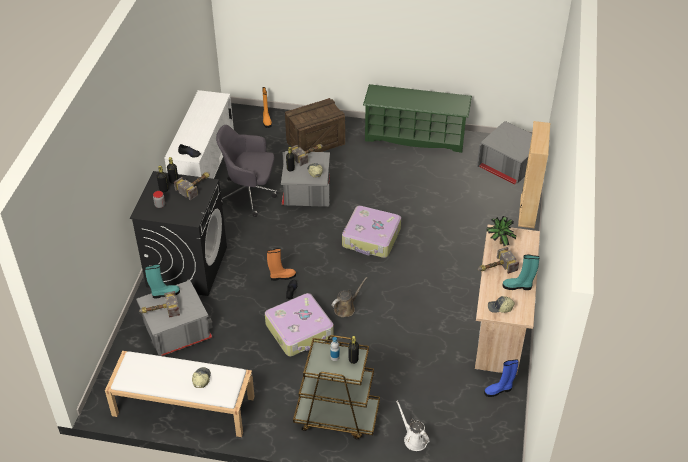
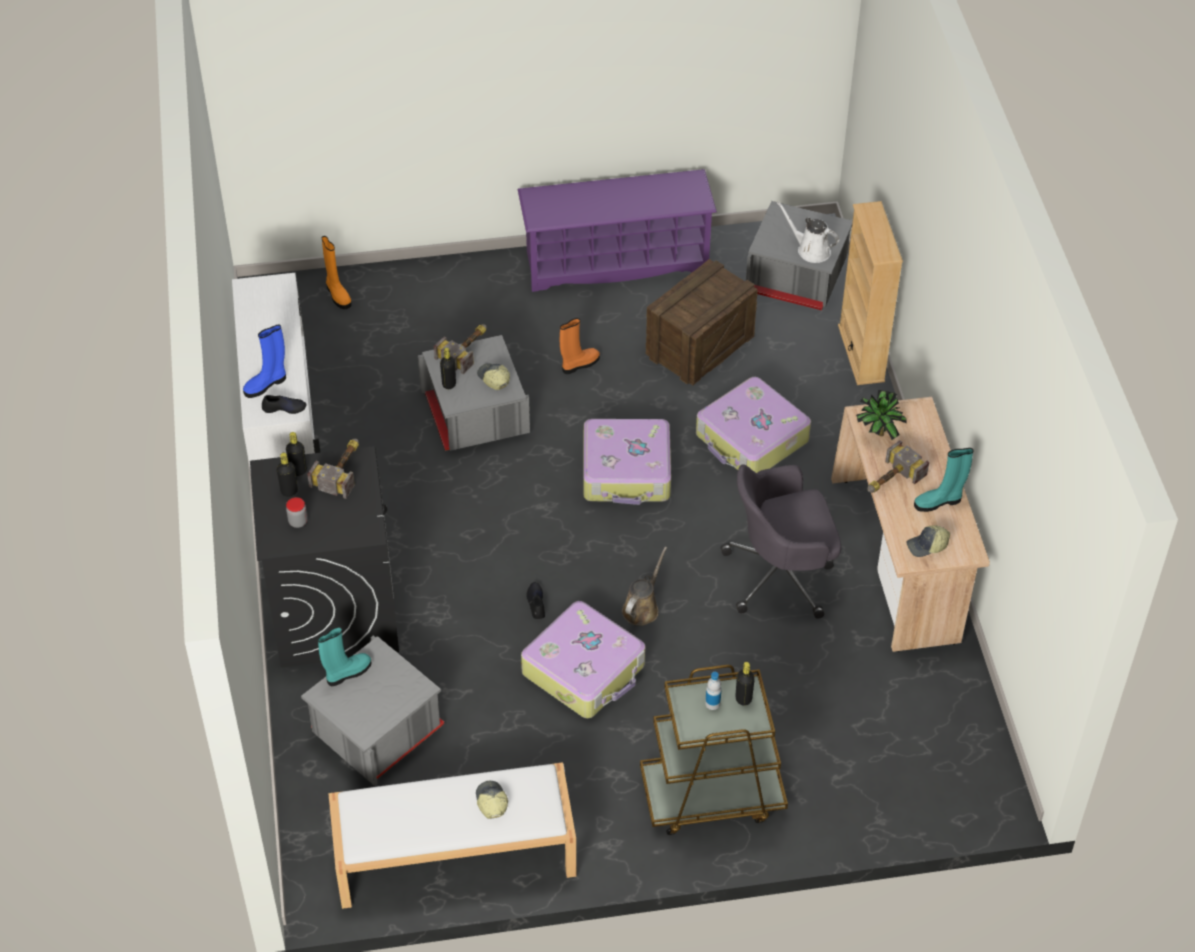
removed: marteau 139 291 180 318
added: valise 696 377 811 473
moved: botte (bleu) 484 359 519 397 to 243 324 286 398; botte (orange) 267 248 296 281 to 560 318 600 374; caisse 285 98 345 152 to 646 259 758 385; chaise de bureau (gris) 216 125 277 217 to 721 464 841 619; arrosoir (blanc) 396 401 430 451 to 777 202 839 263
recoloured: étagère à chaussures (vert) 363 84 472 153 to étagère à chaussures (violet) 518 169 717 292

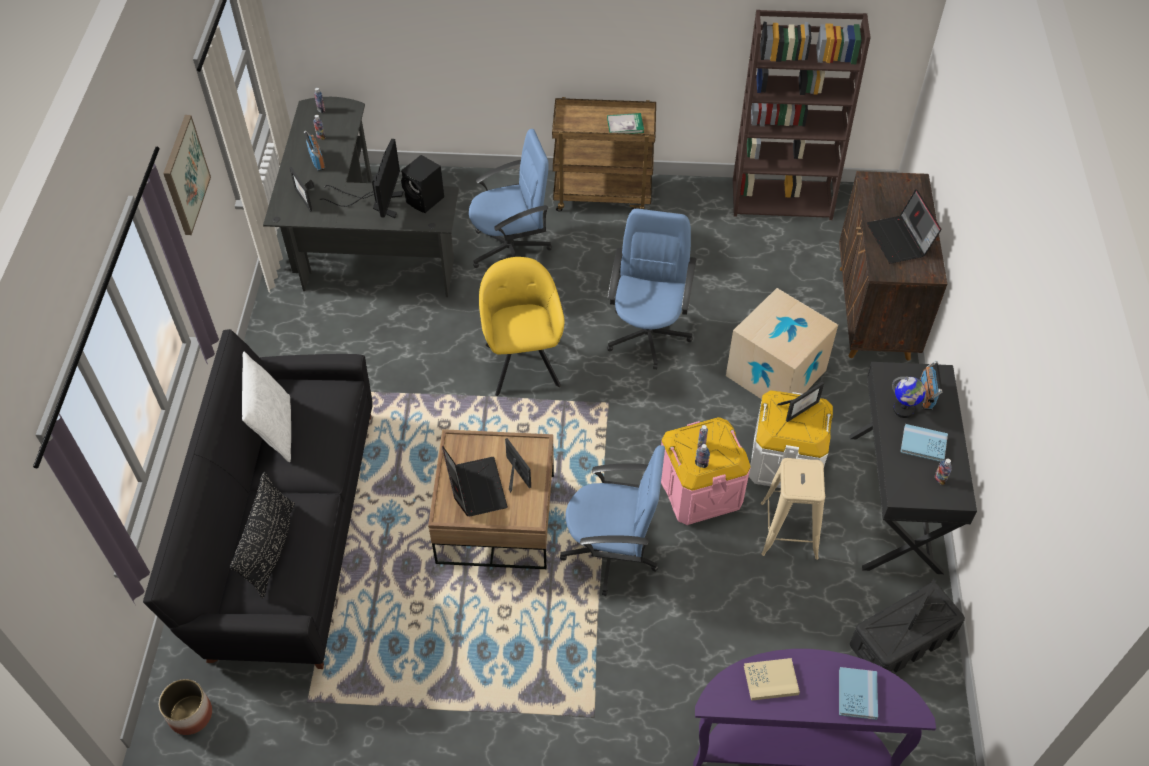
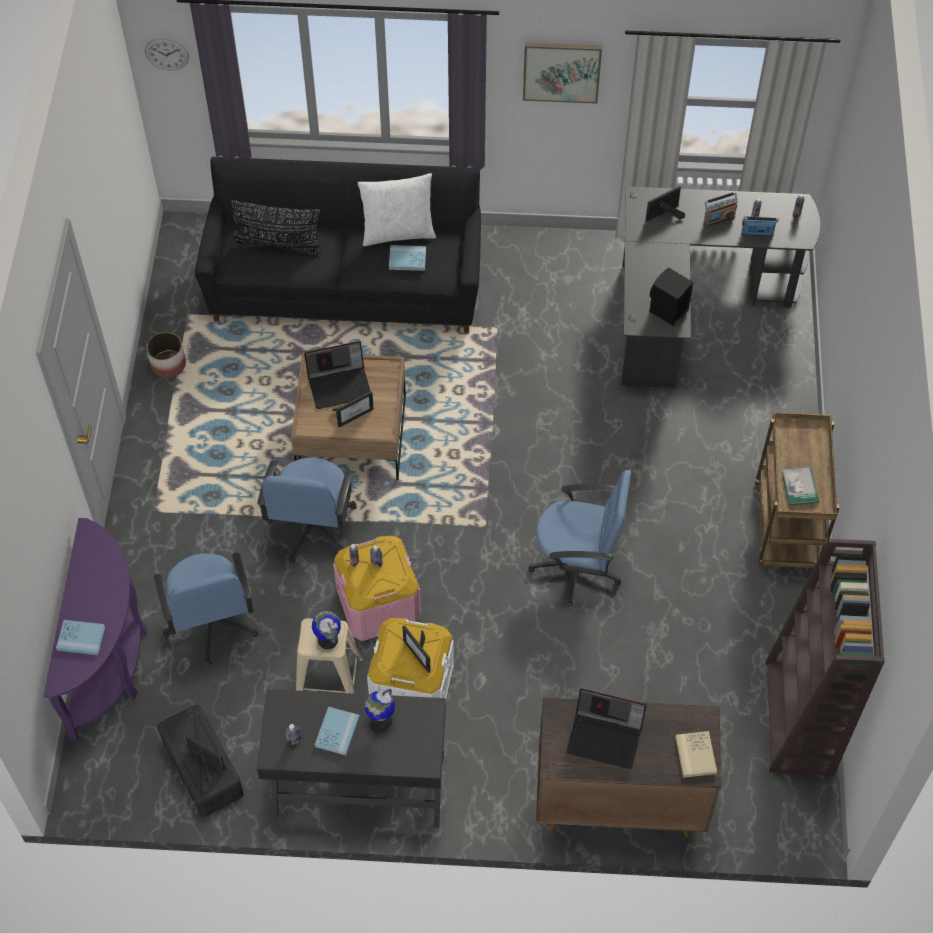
removed: écran d'ordinateur 319 139 404 218; fauteuil (jaune) 479 257 564 396; carton 726 288 838 399
added: horloge murale 145 38 189 71; globe 312 611 341 649; livre (bleu) 389 245 426 271
moved: cache-pot 159 679 212 735 to 146 332 186 378; chaise de bureau (bleu) 469 129 552 268 to 154 553 258 666; livre (beige) 744 658 800 701 to 675 731 717 778; radio 920 361 943 410 to 742 216 779 237
turned: ordinateur portable 867 189 941 264 = 566 688 646 769 150 degrees counterclockwise

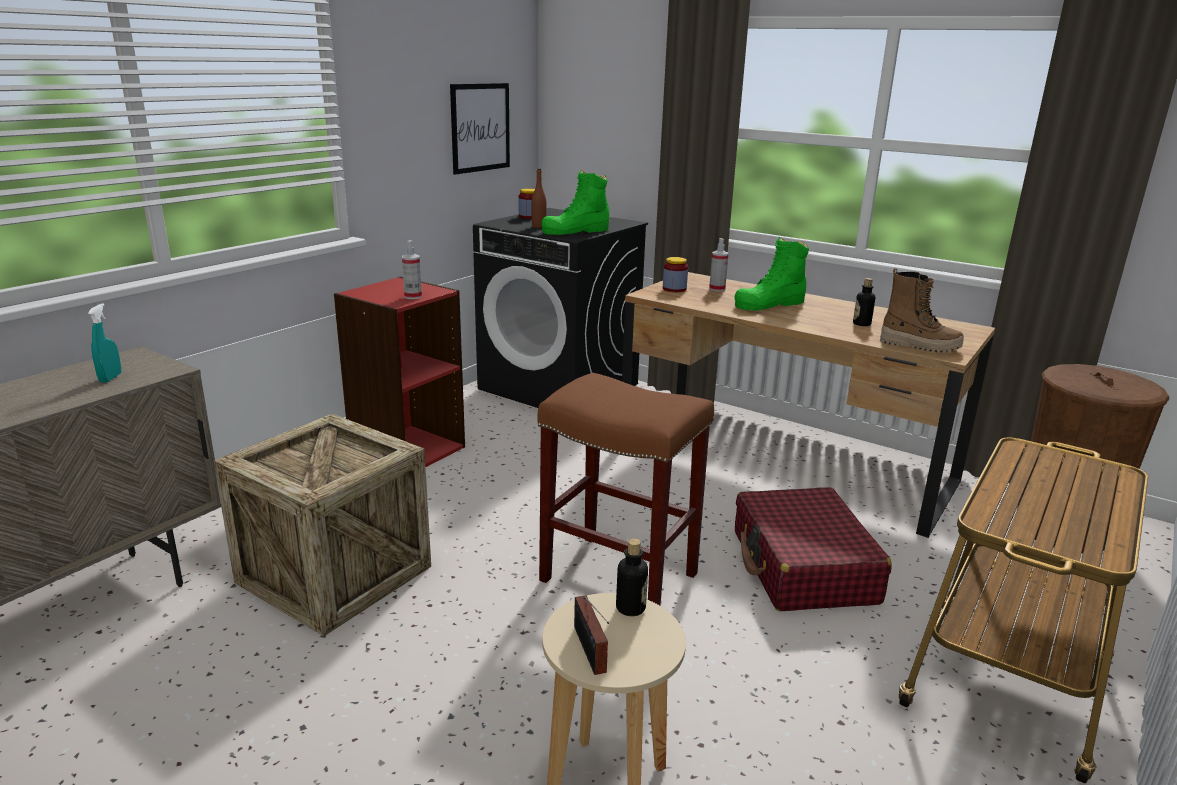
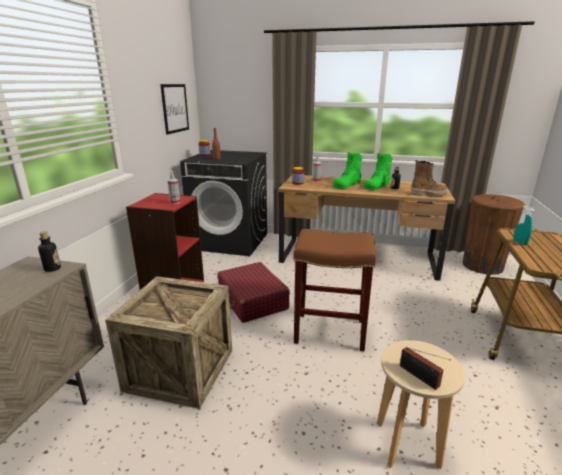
moved: bouteille 616 538 648 616 to 38 231 61 272; valise (rouge) 735 487 892 611 to 217 262 290 323; botte (vert) 541 171 610 235 to 364 153 392 190; vaporisateur (turquoise) 88 303 121 383 to 513 206 534 245

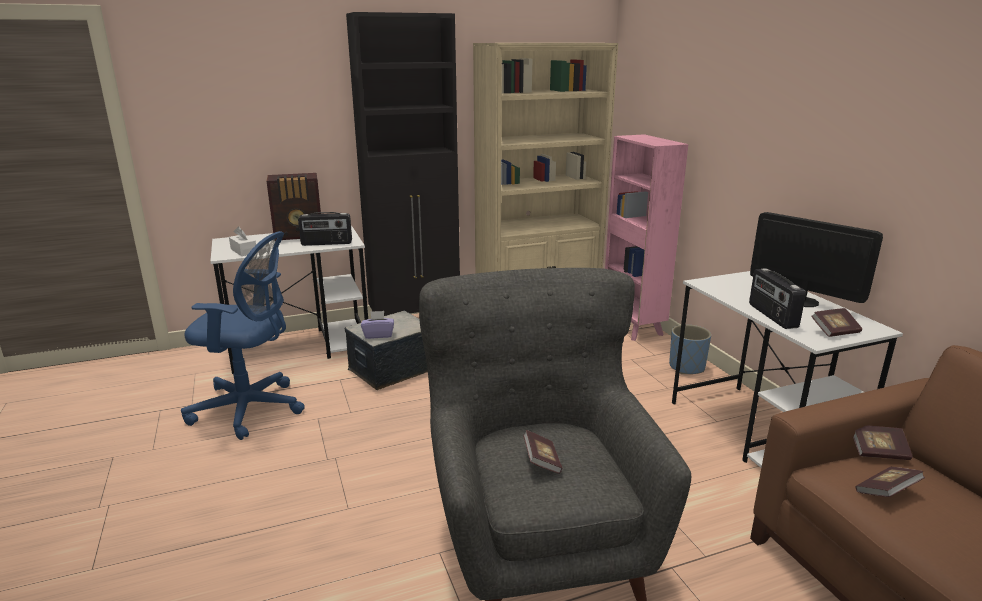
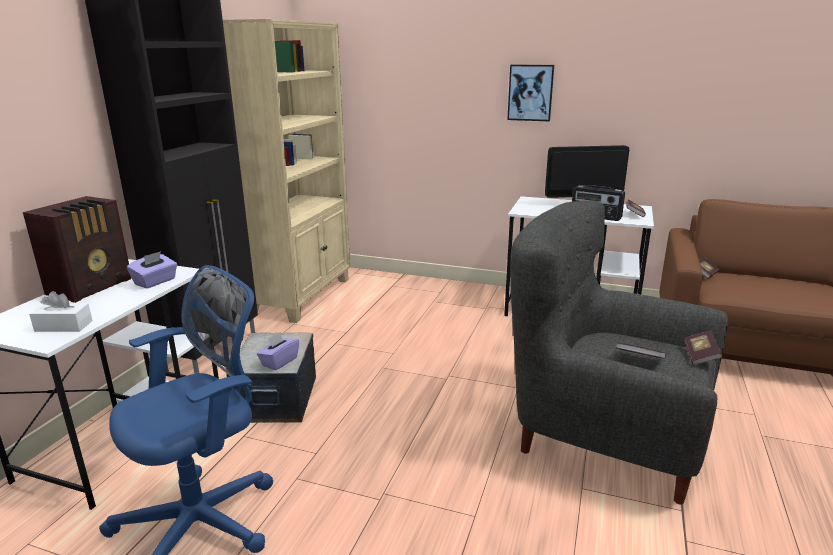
removed: bibliothèque (rose) 605 134 688 341; cache-pot (bleu) 669 325 711 374
added: tableau 507 65 554 121
moved: livre 856 467 925 497 to 684 331 722 365
replaced: radio 298 212 352 246 to boîte à mouchoirs (violet) 127 251 177 289

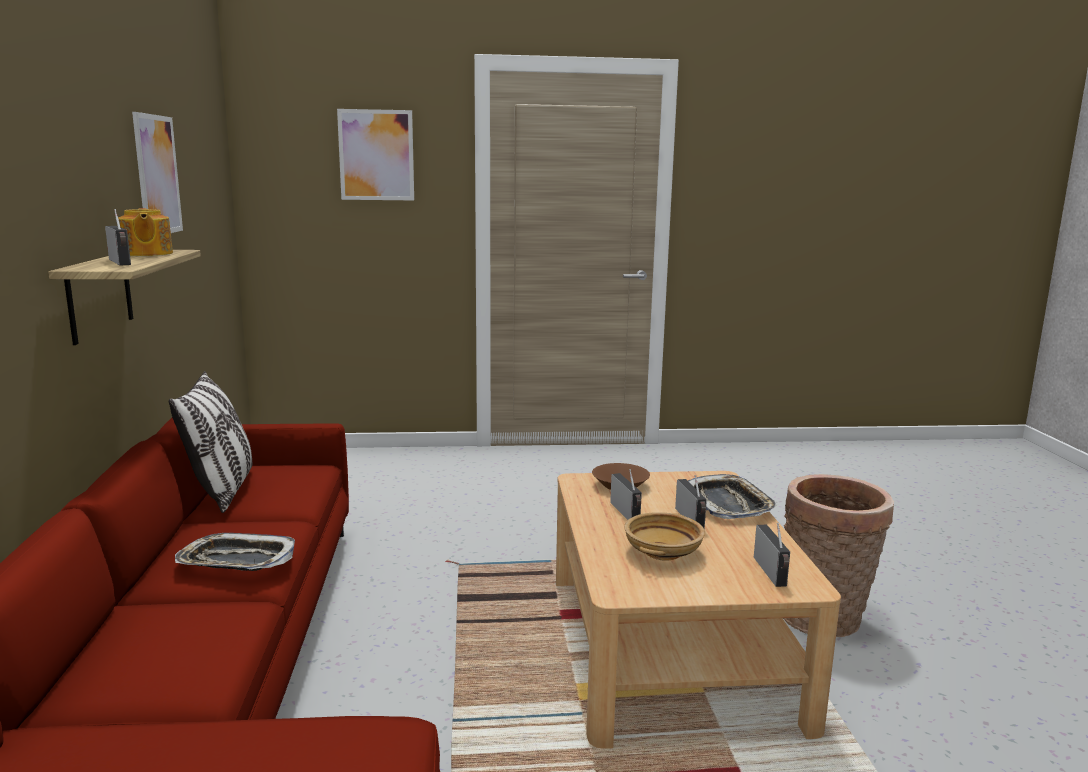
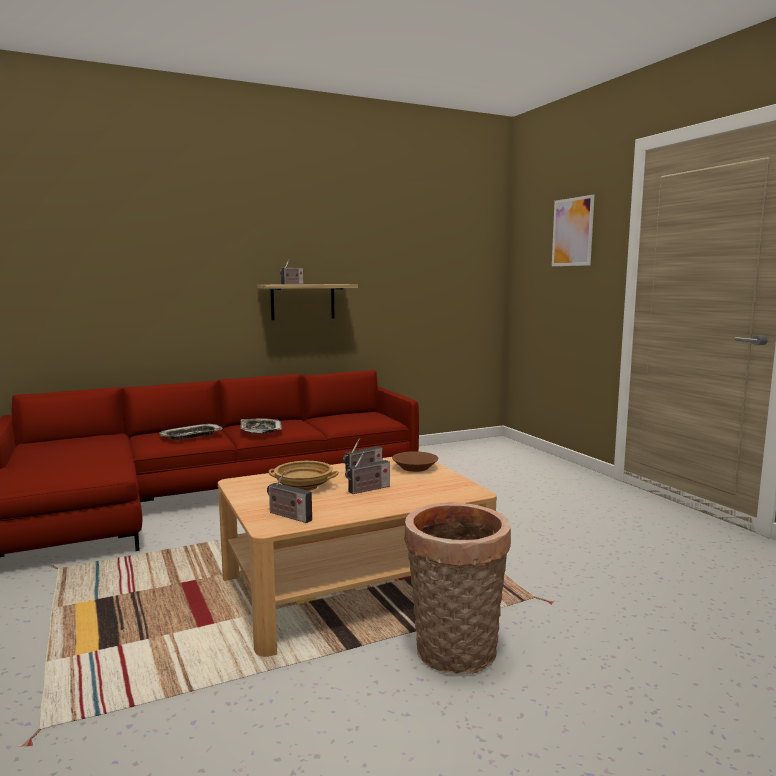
removed: théière 118 208 173 256; tableau 132 112 183 233; coussin 169 371 252 513
moved: plateau 688 474 779 519 to 159 424 223 440
turned: radio 754 523 790 587 = 267 471 312 523 60 degrees clockwise

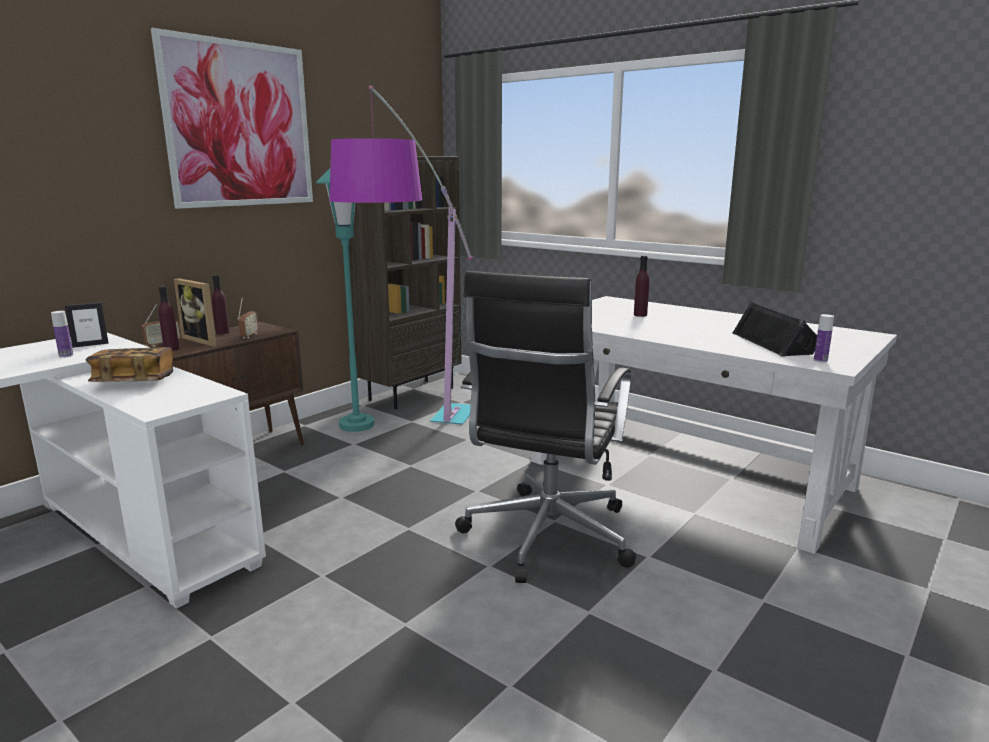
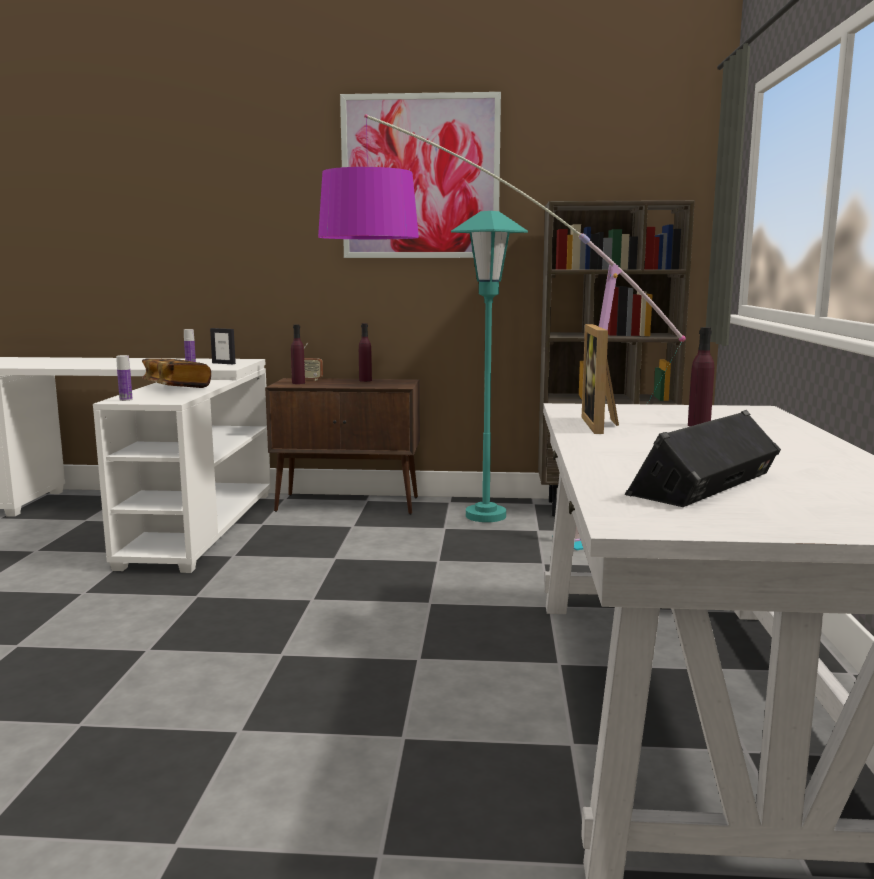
removed: radio 238 297 259 338; chaise de bureau (noir) 455 271 636 583
moved: bouteille 814 314 834 363 to 116 355 133 401; cadre photo 174 278 216 346 to 582 324 619 434

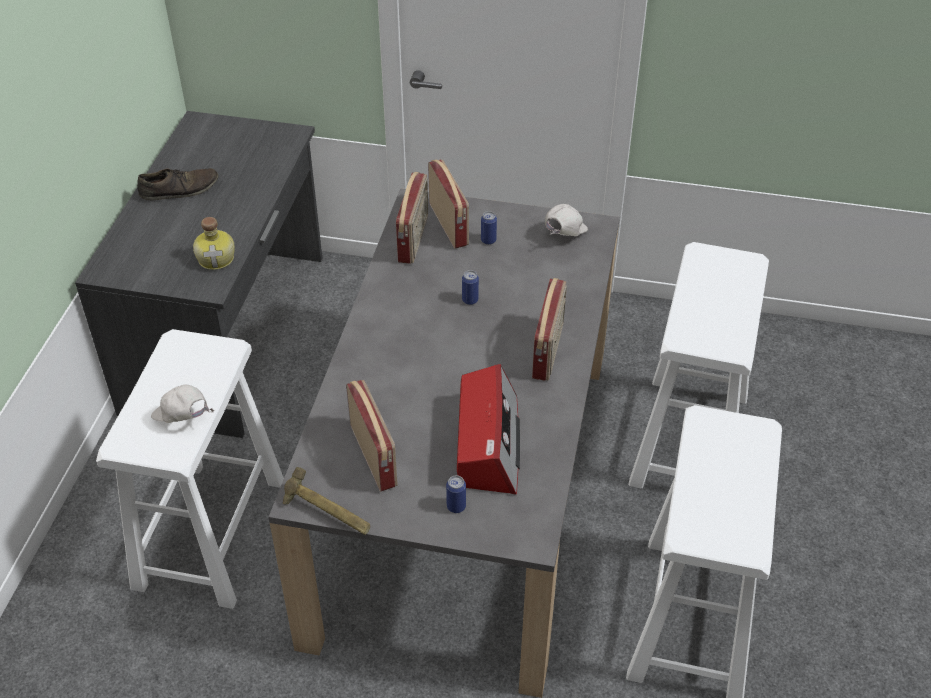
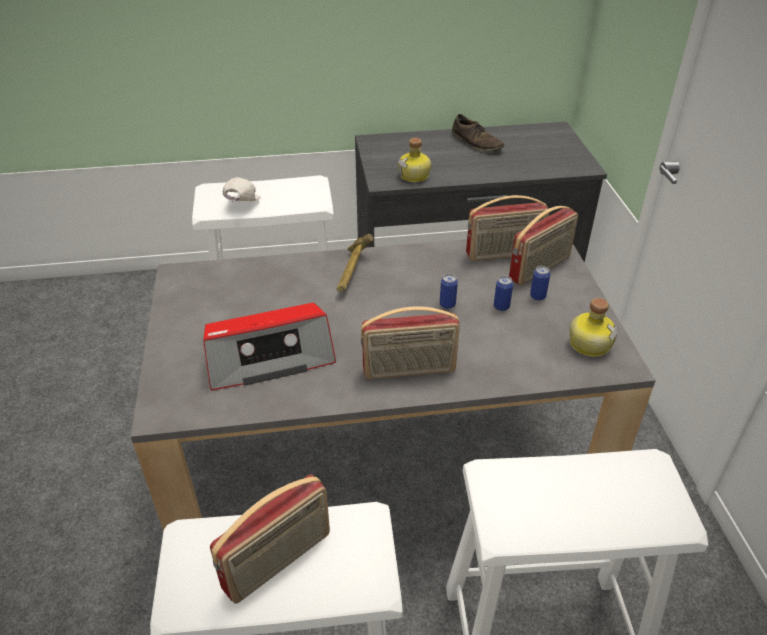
moved: radio 346 380 398 492 to 210 474 330 604; marteau 283 467 370 535 to 337 234 373 292; boîte métallique 446 475 466 513 to 494 276 513 311
replaced: casquette (blanc) 545 204 588 236 to bouteille 569 298 617 357

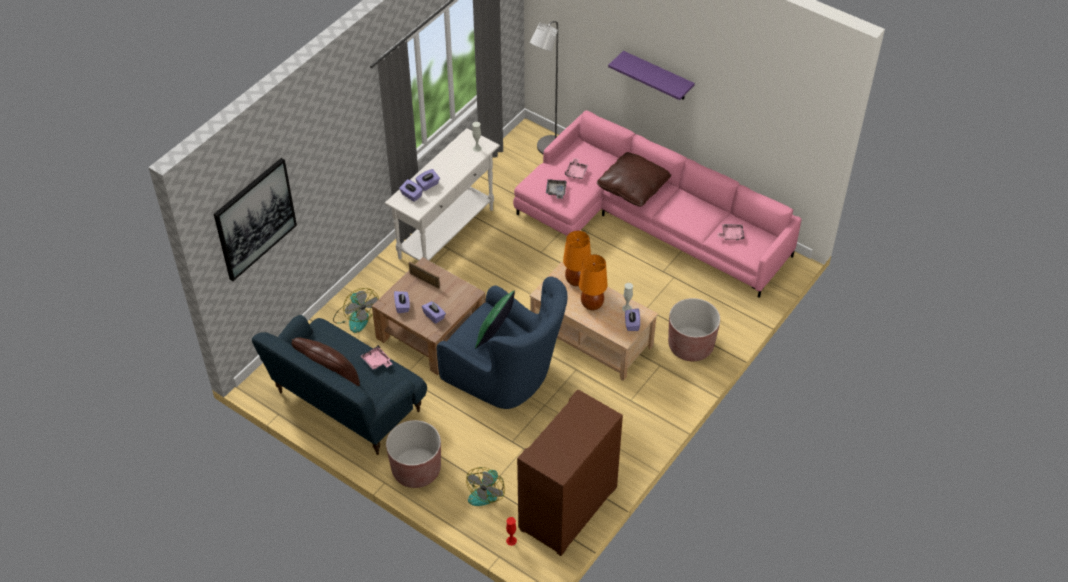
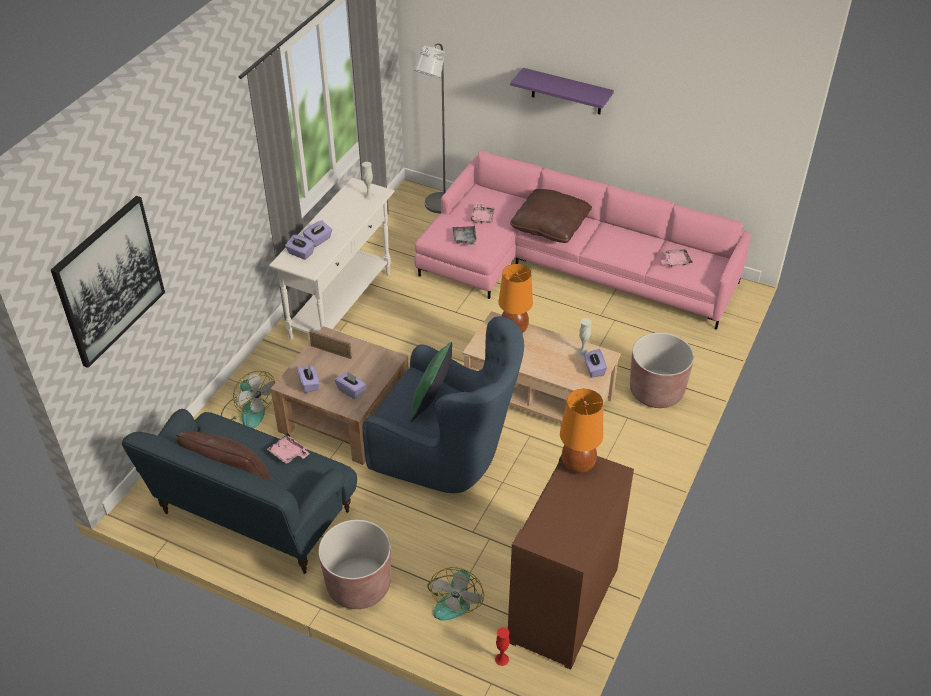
moved: lampe de table (orange) 579 254 607 310 to 560 389 603 473

